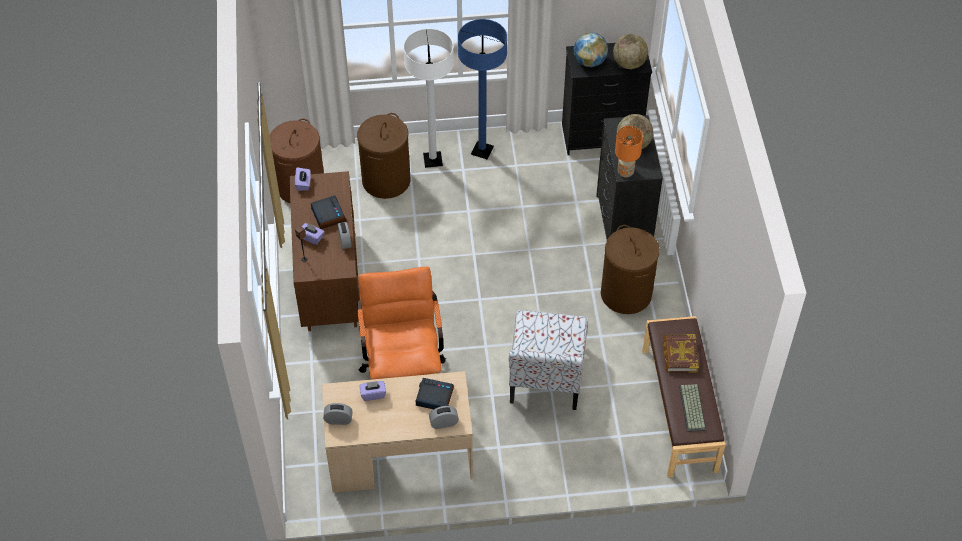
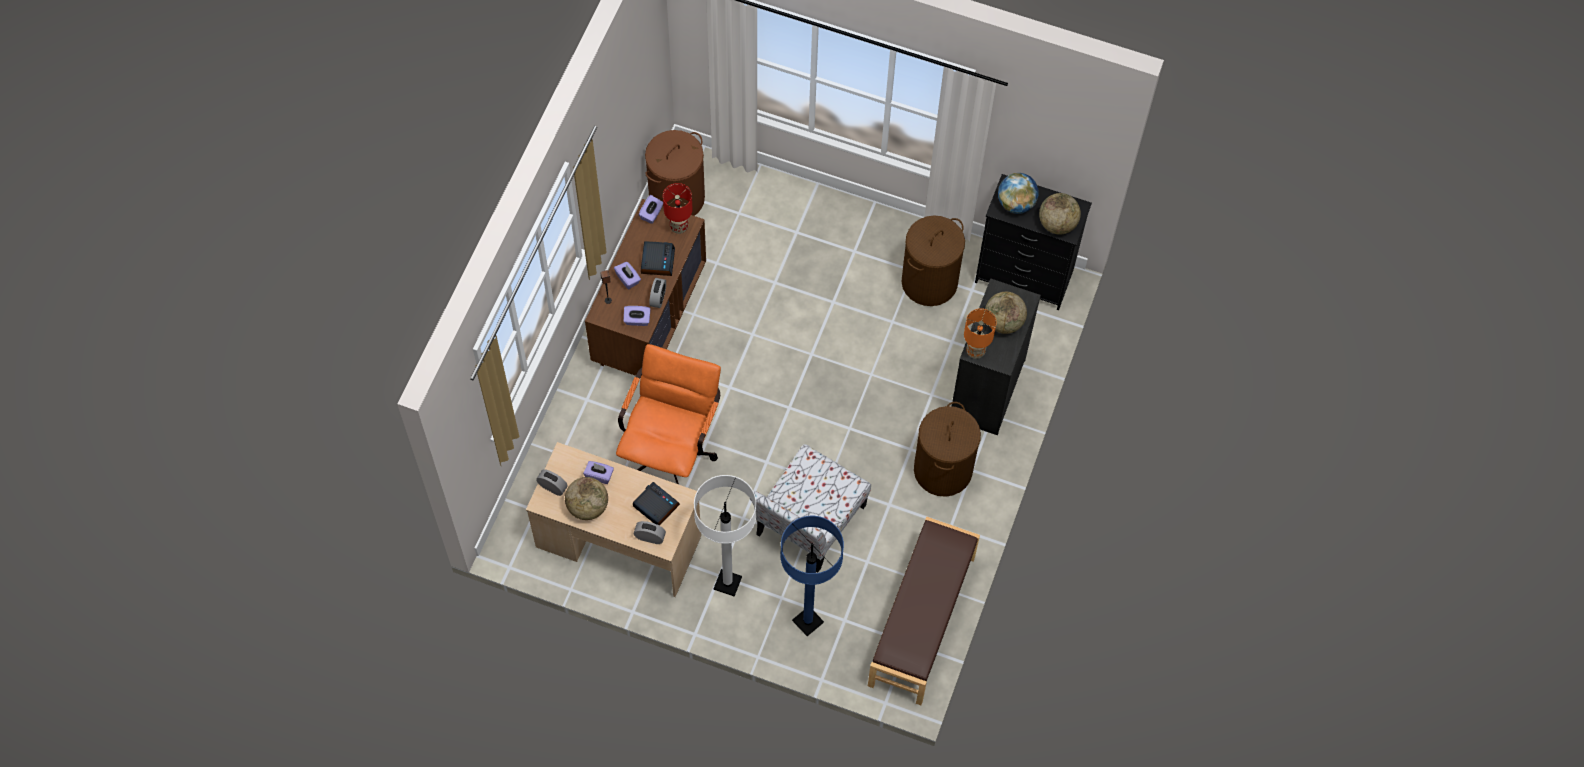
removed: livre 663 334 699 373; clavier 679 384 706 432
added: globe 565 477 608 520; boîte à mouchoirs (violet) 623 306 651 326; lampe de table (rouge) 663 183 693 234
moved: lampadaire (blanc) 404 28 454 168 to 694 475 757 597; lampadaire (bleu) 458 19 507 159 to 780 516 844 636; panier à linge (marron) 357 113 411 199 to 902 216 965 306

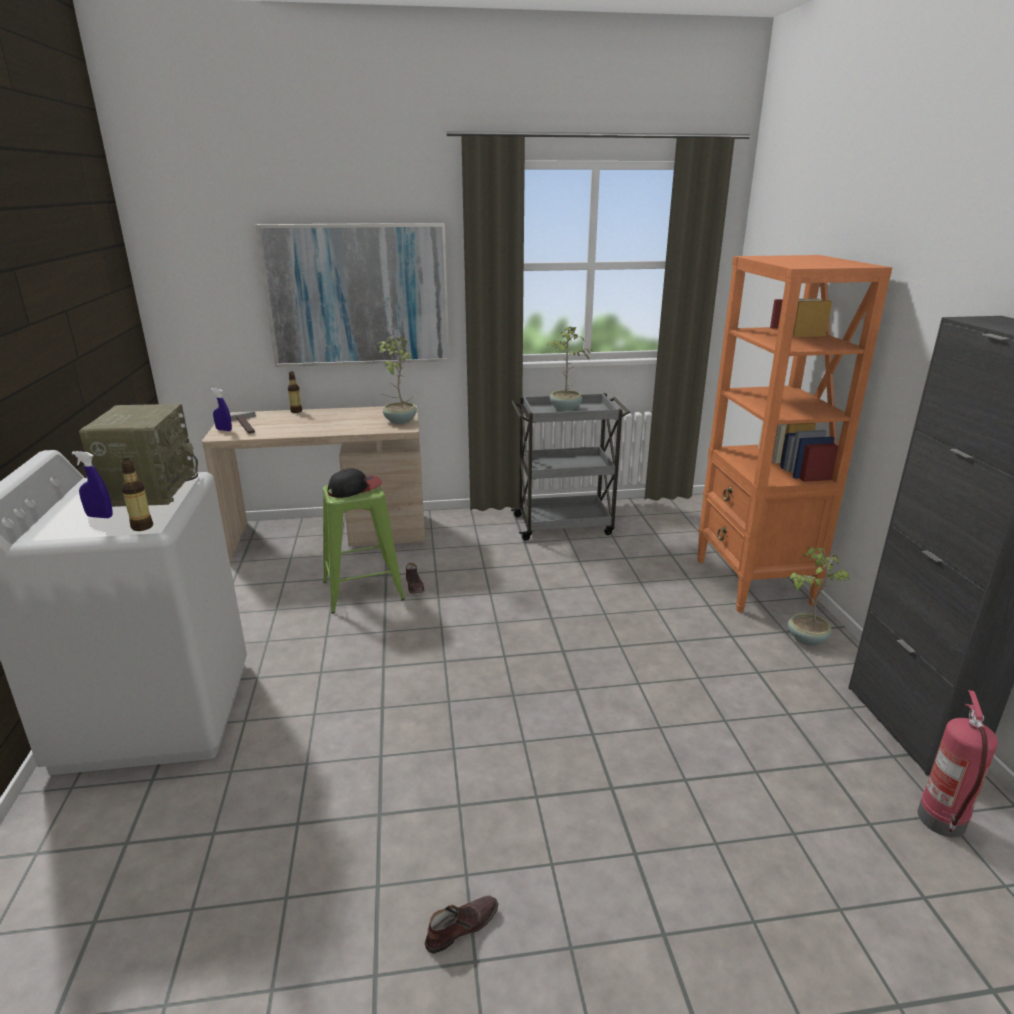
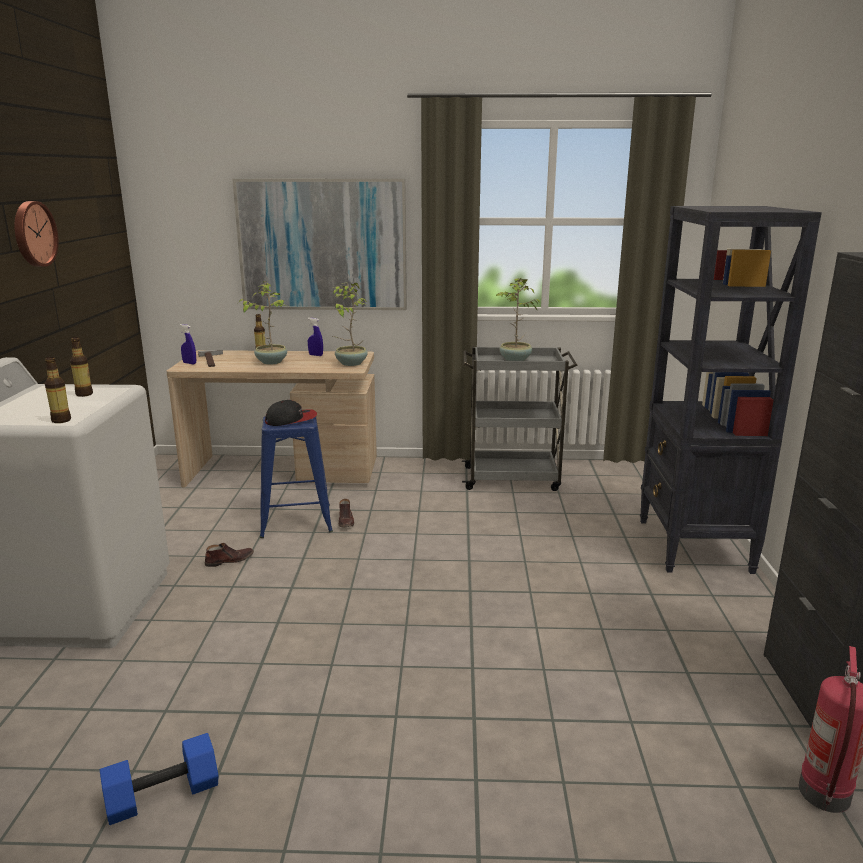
added: horloge murale 15 201 59 267; haltère (bleu) 100 733 218 825
moved: chaussure (marron) 425 895 498 954 to 205 543 254 567; plante en pot 788 548 850 646 to 238 281 287 365; vaporisateur (bleu) 72 451 113 518 to 308 318 323 356
replaced: radio 79 404 198 507 to bouteille 70 337 93 397
recoloured: tabouret (vert) 323 485 405 614 to tabouret (bleu) 260 416 333 538; bibliothèque (orange) 697 255 892 612 to bibliothèque (noir) 640 206 822 574

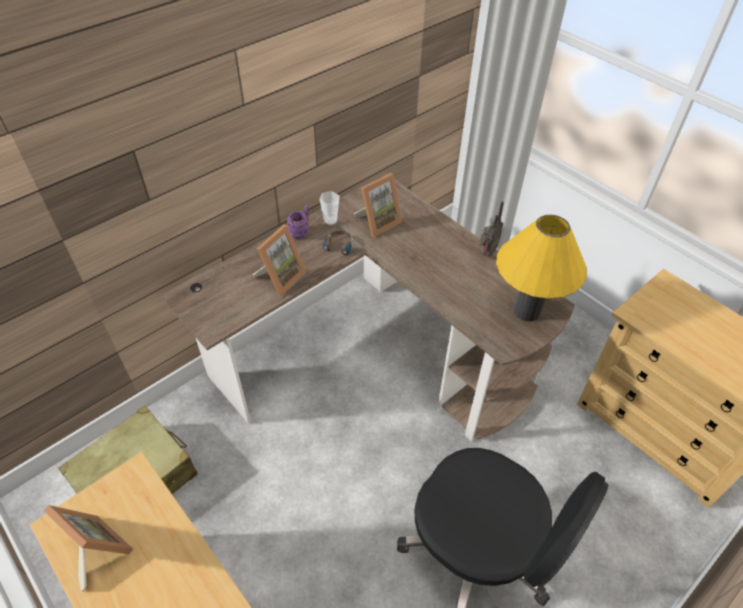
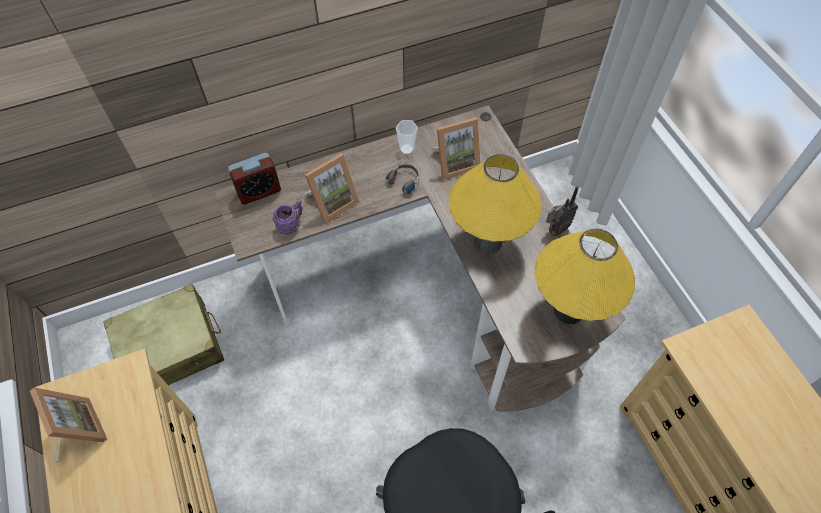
added: réveil 228 153 281 205; lampe de table (jaune) 448 154 542 254
moved: mug (violet) 287 204 309 239 to 273 199 302 234

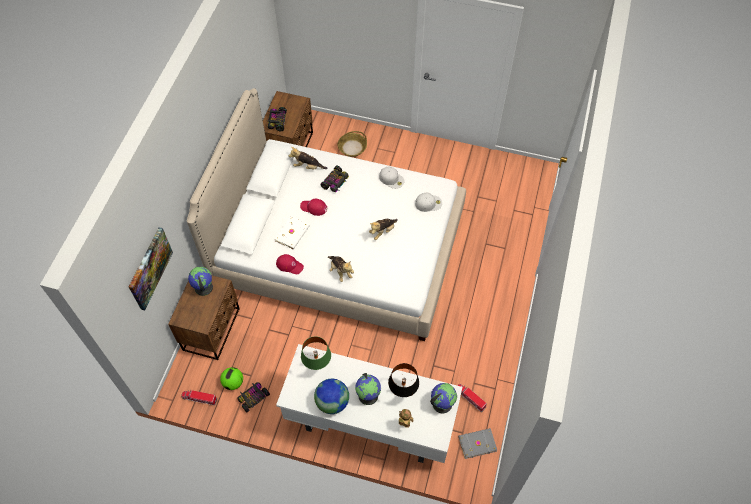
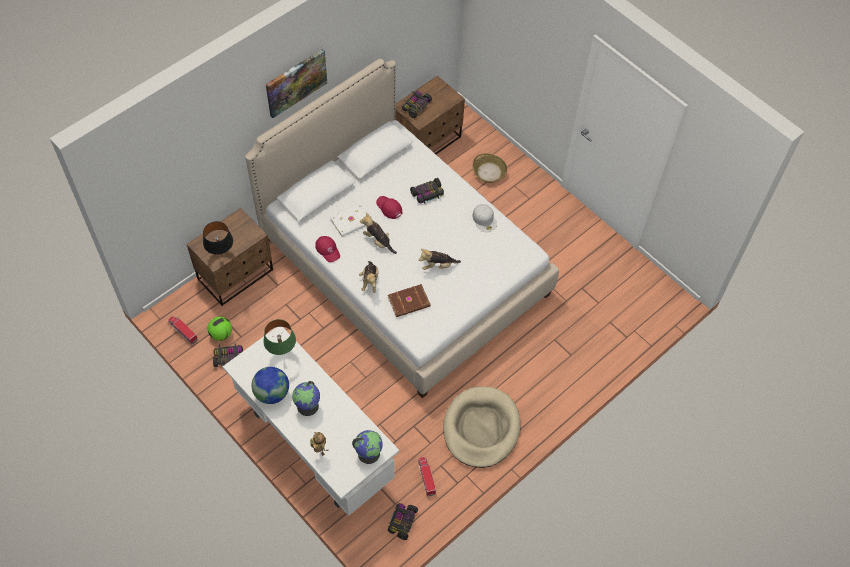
removed: globe 188 267 213 296; casquette (blanc) 415 193 442 212
added: livre (marron) 388 284 431 317; panier pour chien (beige) 443 386 521 468
moved: lampe de table (noir) 388 363 419 397 to 203 221 233 256; tableau 129 227 173 310 to 266 49 327 118; peluche 289 147 327 170 to 360 213 397 254
replaced: livre (gris) 458 428 497 459 to petite voiture 387 503 418 540

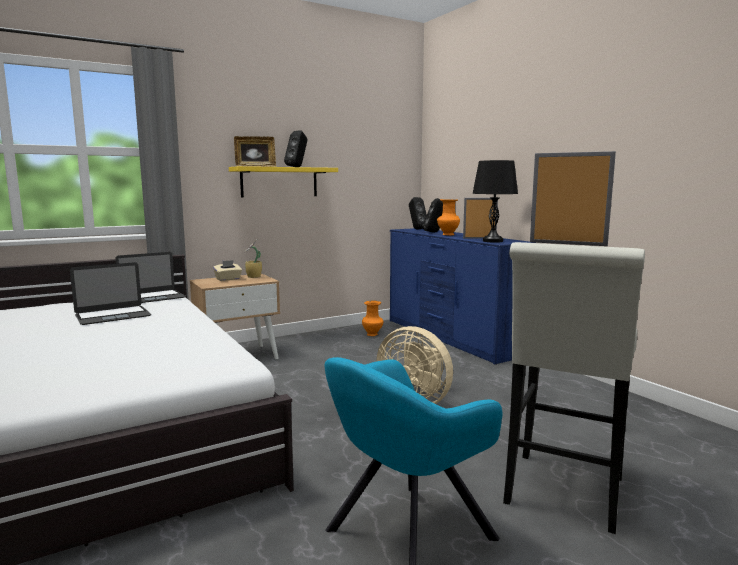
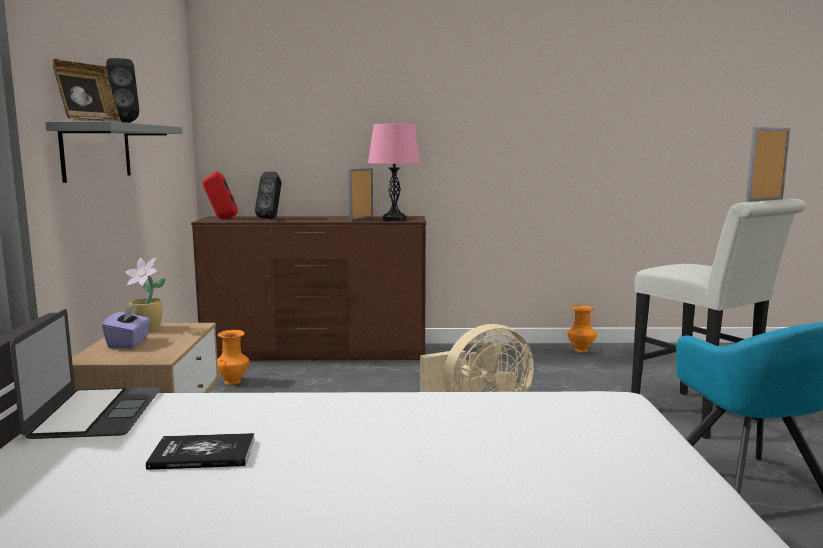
moved: vase (orange) 437 199 460 235 to 567 306 597 353
replaced: ordinateur portable 70 262 151 325 to livre 146 433 255 470
recoloured: étagère (jaune) 229 166 338 197 to étagère (gris) 45 121 183 183; boîte à mouchoirs (beige) 213 260 242 281 to boîte à mouchoirs (violet) 102 304 150 349; commode (bleu) 390 228 535 365 to commode (marron) 191 216 426 361; enceinte (noir) 409 197 427 230 to enceinte (rouge) 203 172 238 218; lampe de table (noir) 472 160 518 243 to lampe de table (rose) 368 124 421 221

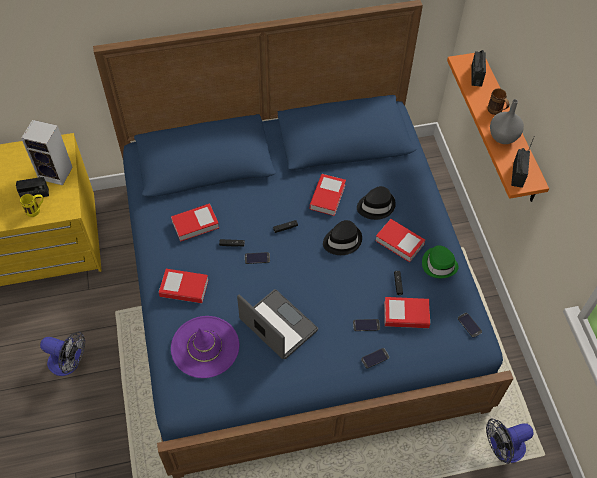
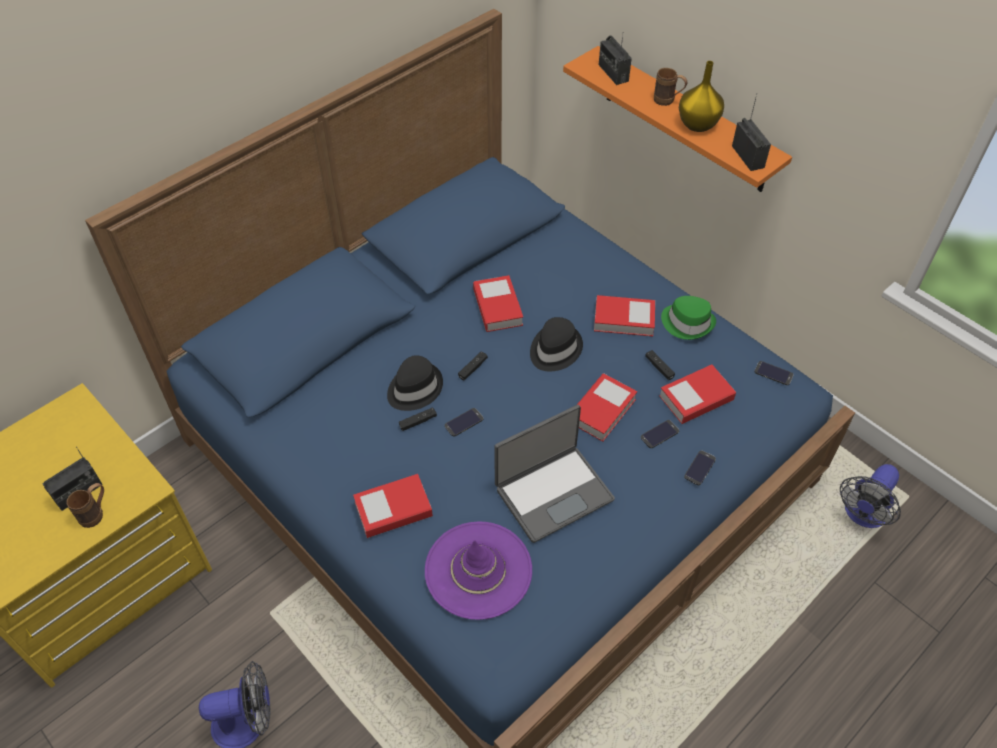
removed: enceinte 21 120 73 185
moved: chapeau (noir) 357 186 396 220 to 387 355 443 411; livre 171 203 219 242 to 577 373 637 442
recoloured: mug (jaune) 20 194 43 217 to mug (marron) 66 483 104 528; vase (gris) 490 99 524 144 to vase (jaune) 679 61 724 132
turned: ordinateur portable 237 289 318 359 = 494 405 615 543 135 degrees clockwise

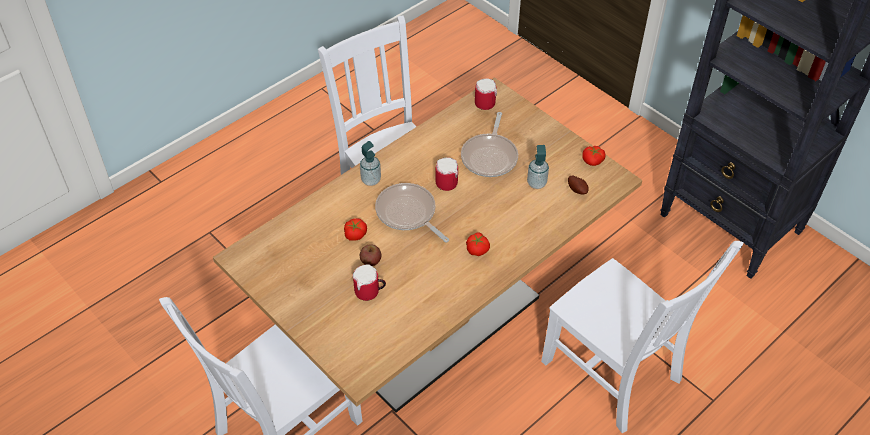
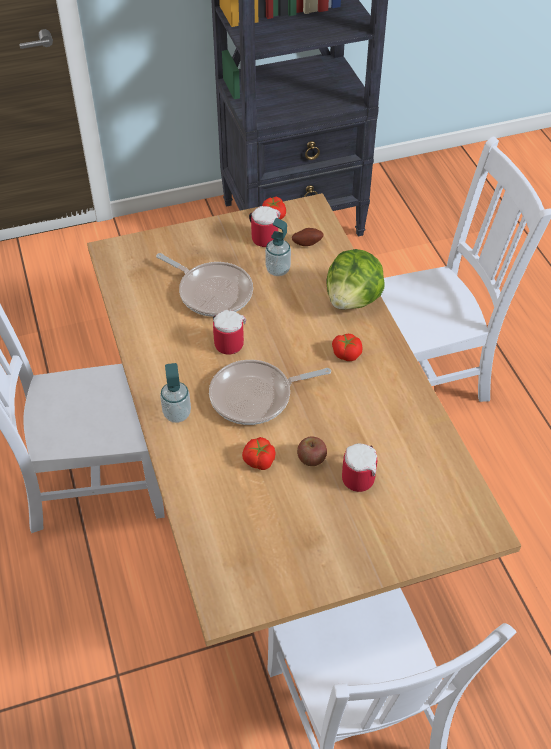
added: laitue 326 249 385 310
moved: mug 475 78 497 110 to 249 206 280 247

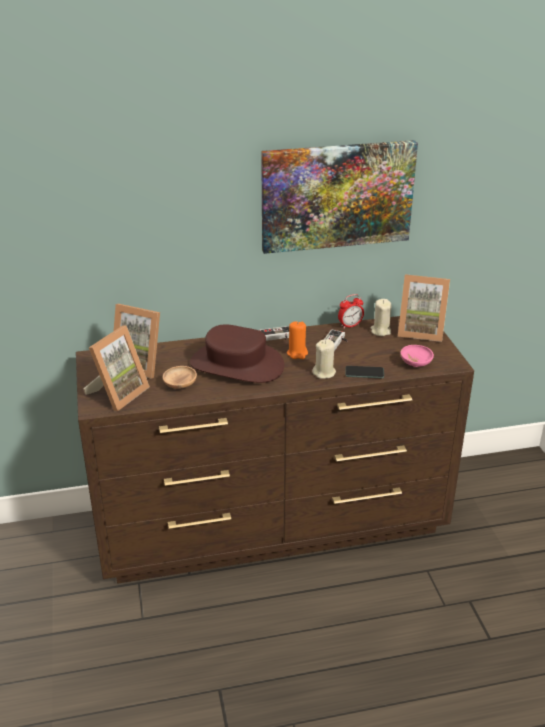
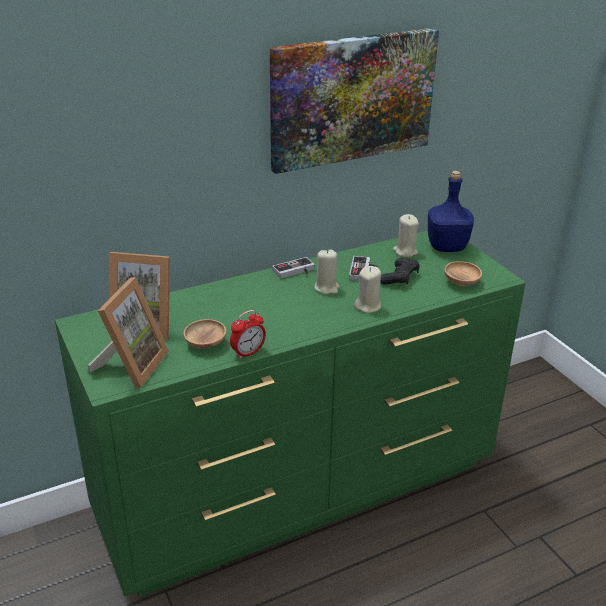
removed: chapeau (marron) 190 324 284 383; téléphone 345 366 384 378
added: manette (noir) 380 258 420 285
moved: réveil 338 294 364 329 to 230 310 266 359
replaced: cadre photo 398 274 450 342 to bouteille (bleu) 428 171 474 252
recoloured: commode (marron) 76 316 474 584 to commode (vert) 55 231 526 597; bougie (orange) 287 321 308 359 to bougie (beige) 314 249 339 295; bol (rose) 401 345 434 367 to bol (marron) 444 261 482 286

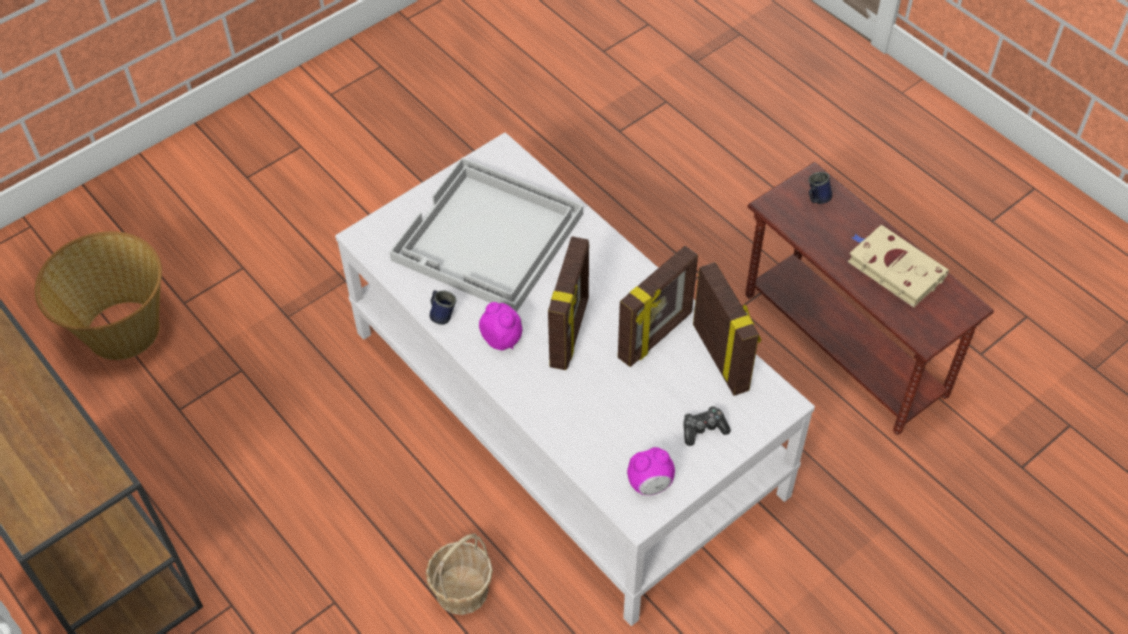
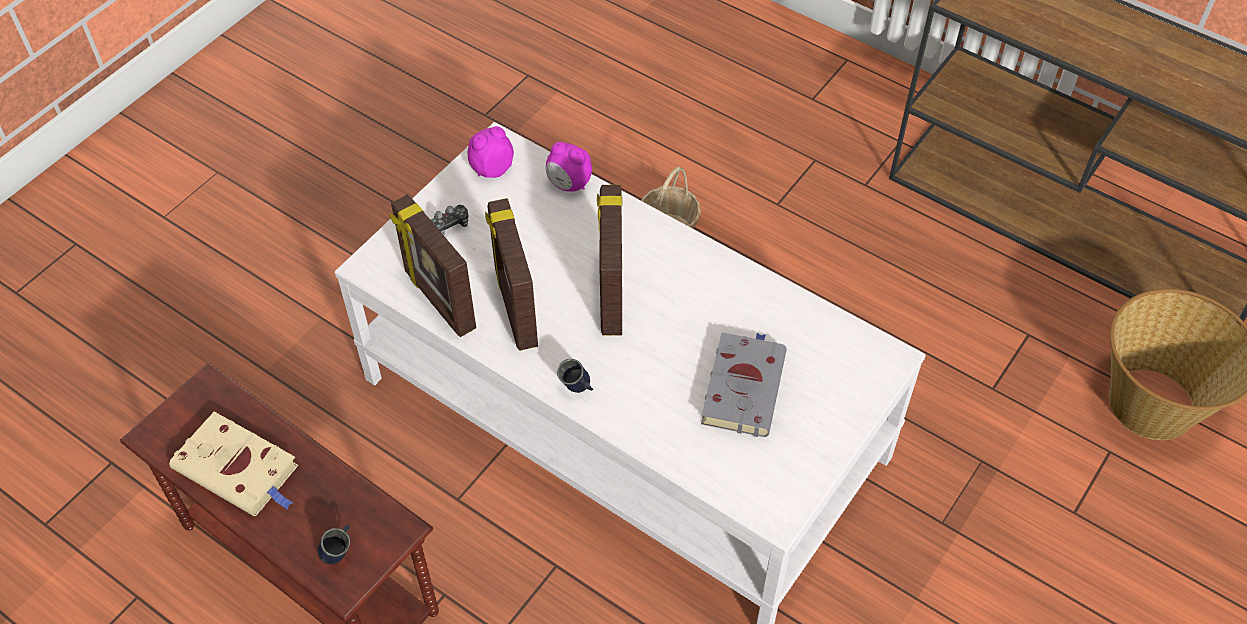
moved: réveil 479 302 523 350 to 546 142 592 192; mug (bleu) 430 290 457 325 to 557 359 593 393
replaced: plateau (blanc) 390 157 583 312 to livre (gris) 701 332 787 437
turned: cadre photo 618 246 698 367 = 485 198 538 351 45 degrees counterclockwise

